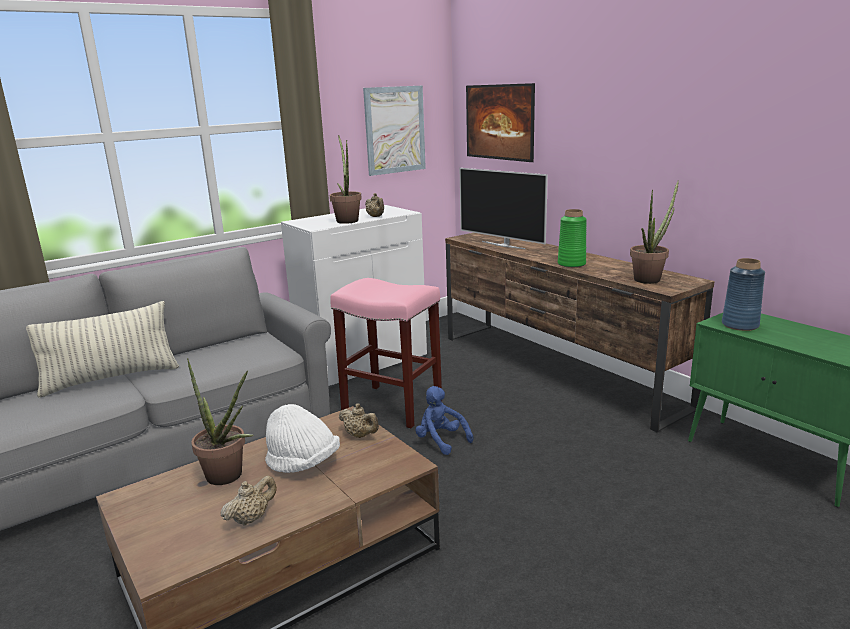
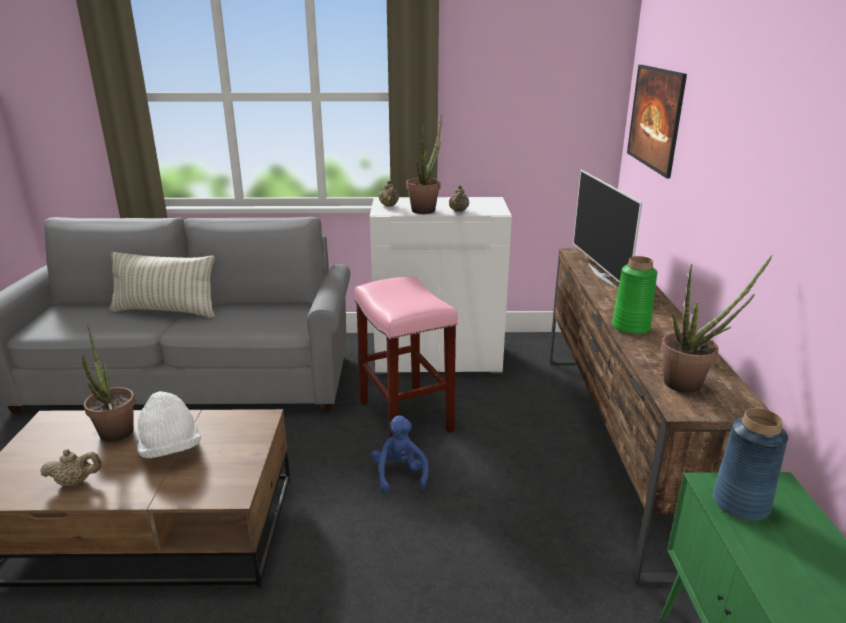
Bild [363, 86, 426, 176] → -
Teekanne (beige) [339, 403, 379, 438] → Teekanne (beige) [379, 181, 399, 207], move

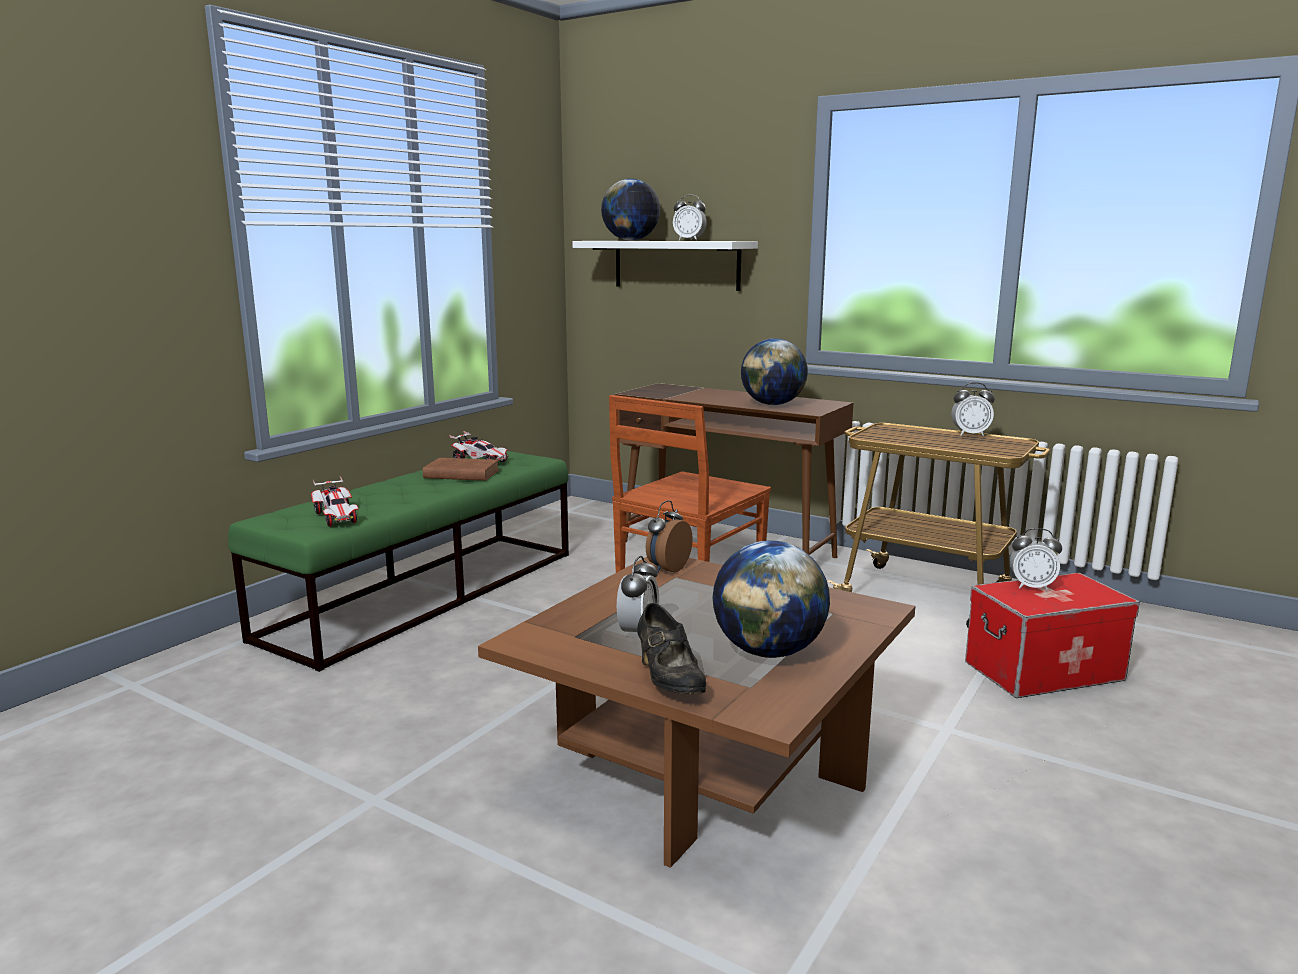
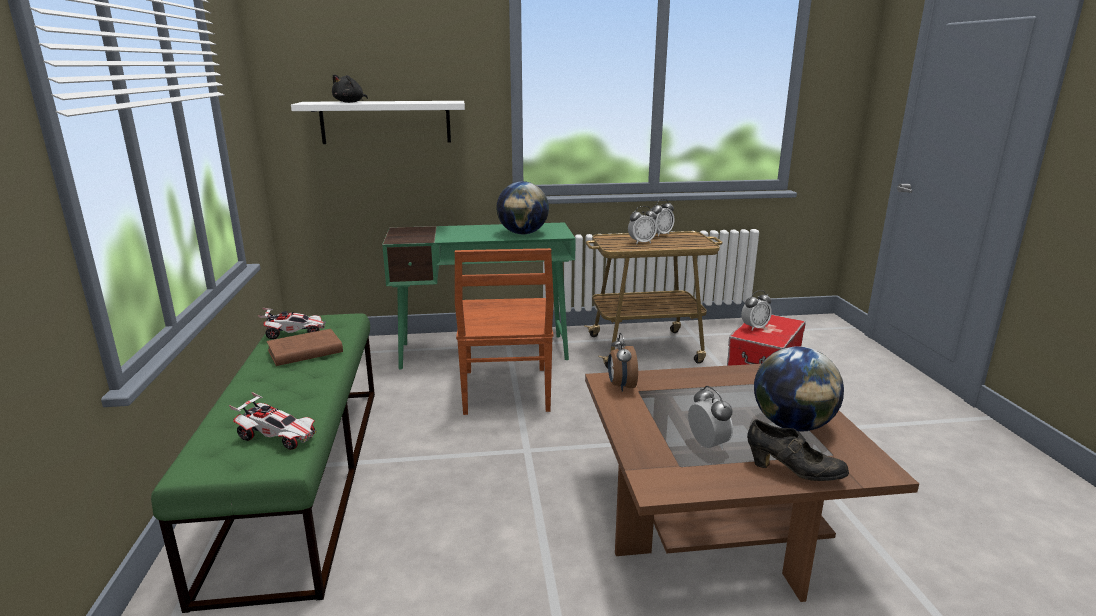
Wecker [673, 194, 707, 241] → Wecker [628, 206, 657, 244], move
Globus [601, 179, 660, 241] → Plüschtier (schwarz) [332, 74, 368, 103]
Schreibtisch (braun) [615, 383, 853, 558] → Schreibtisch (grün) [382, 222, 576, 369]

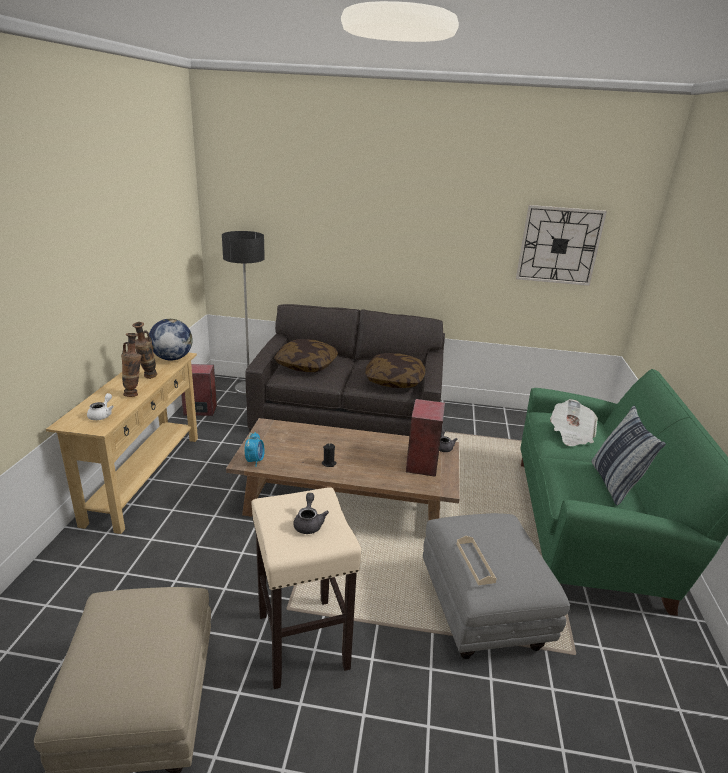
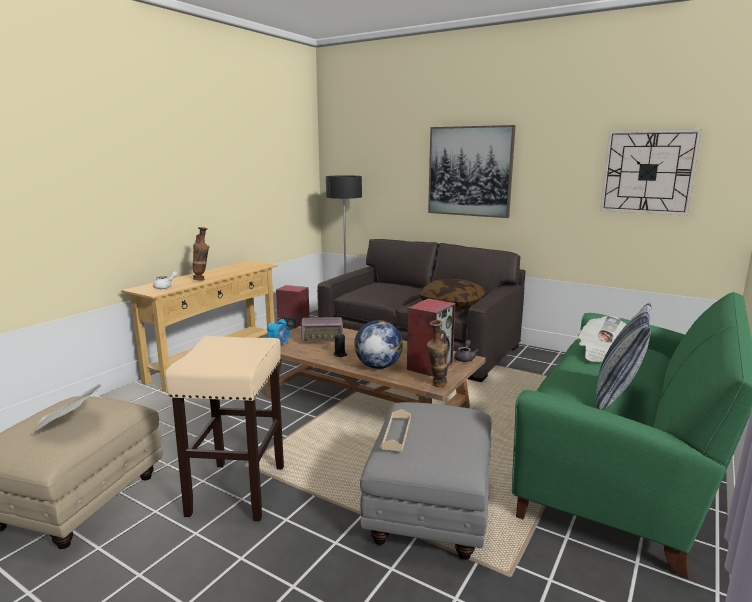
Kissen [274, 339, 338, 372] → -
Teekanne (grau) [294, 493, 329, 534] → -
- → Zeitung [32, 384, 101, 433]
- → Radio [301, 317, 343, 342]
- → Bild [428, 125, 516, 218]
Vase [132, 322, 157, 379] → Vase [427, 320, 448, 387], move
Globus [149, 319, 193, 361] → Globus [354, 320, 403, 369], move

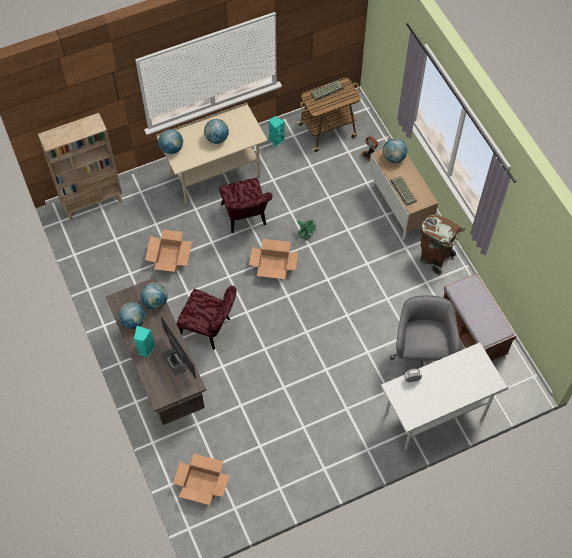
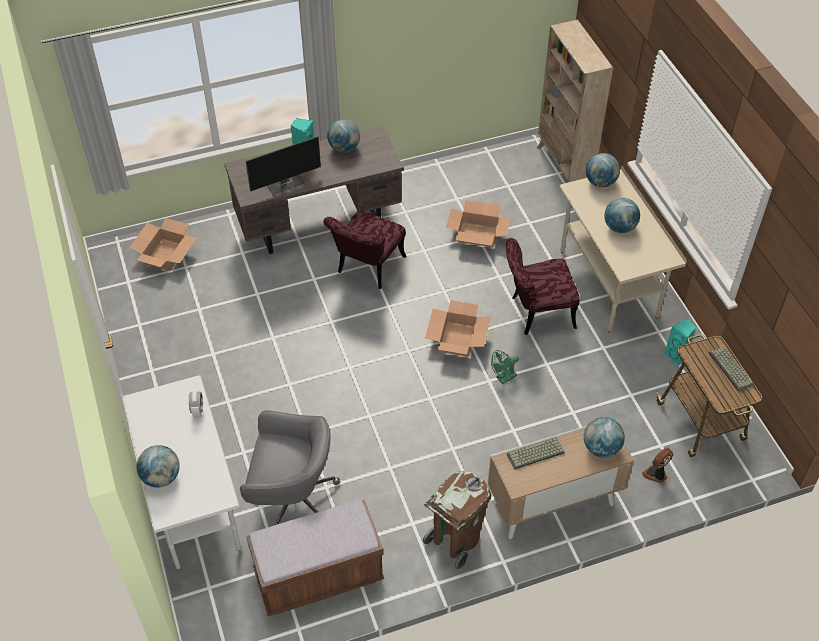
Globus [141, 282, 168, 309] → Globus [137, 445, 180, 488], move

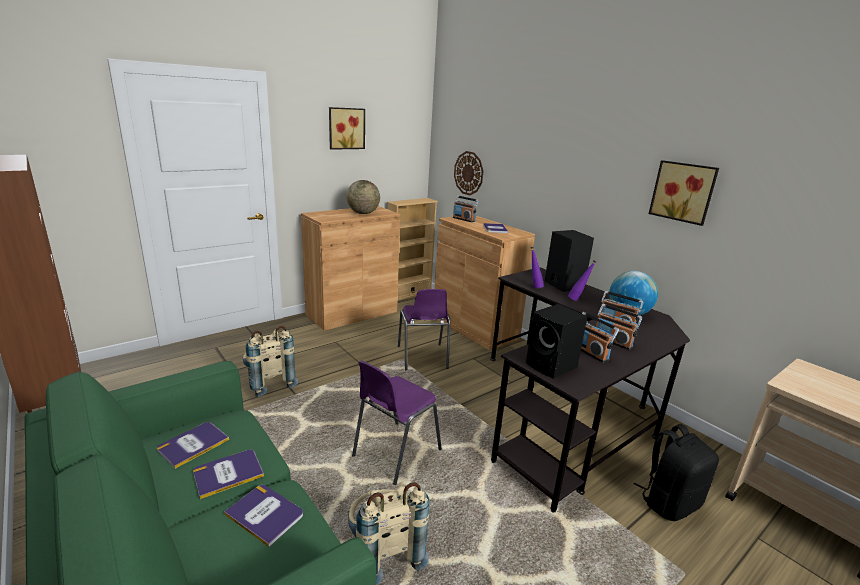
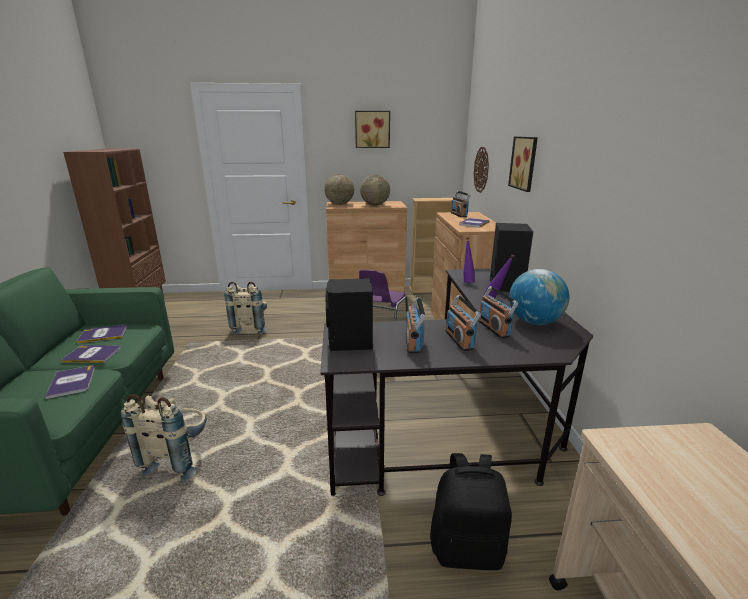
Stuhl (lila) [352, 360, 442, 485] → -
- → Globus [324, 174, 354, 205]
Bild [649, 160, 719, 226] → Bild [508, 136, 538, 192], move

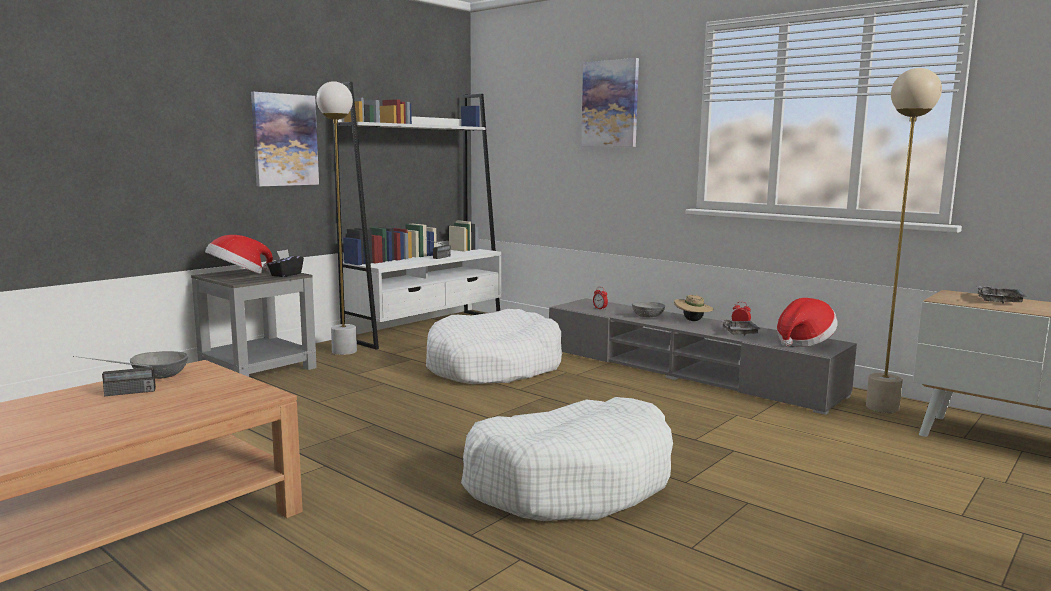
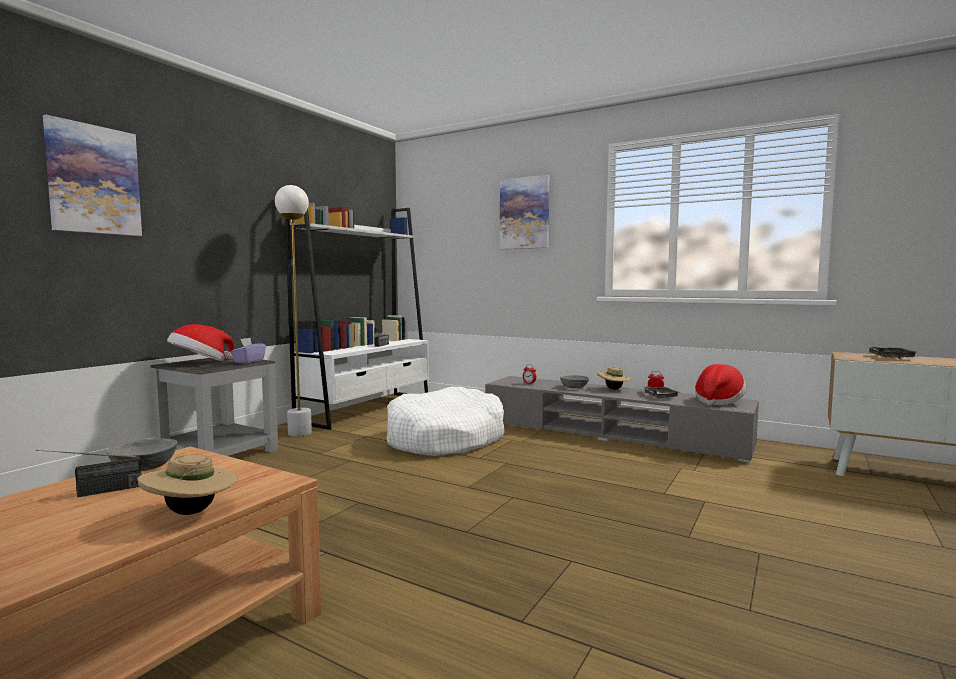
Hundebett (weiß) [461, 397, 673, 521] → -
Stehlampe (beige) [866, 68, 942, 413] → -
- → Hut (beige) [138, 454, 238, 515]
Bild [251, 92, 319, 186] → Bild [43, 115, 142, 236], move
Taschentuchbox (schwarz) [267, 249, 304, 277] → Taschentuchbox (lila) [231, 338, 266, 363]

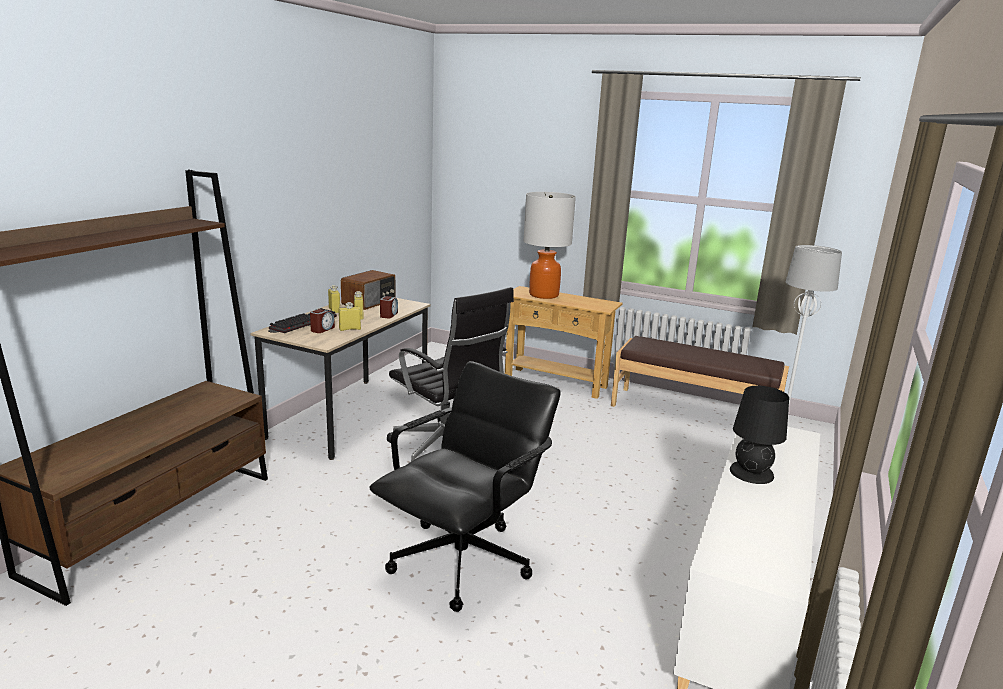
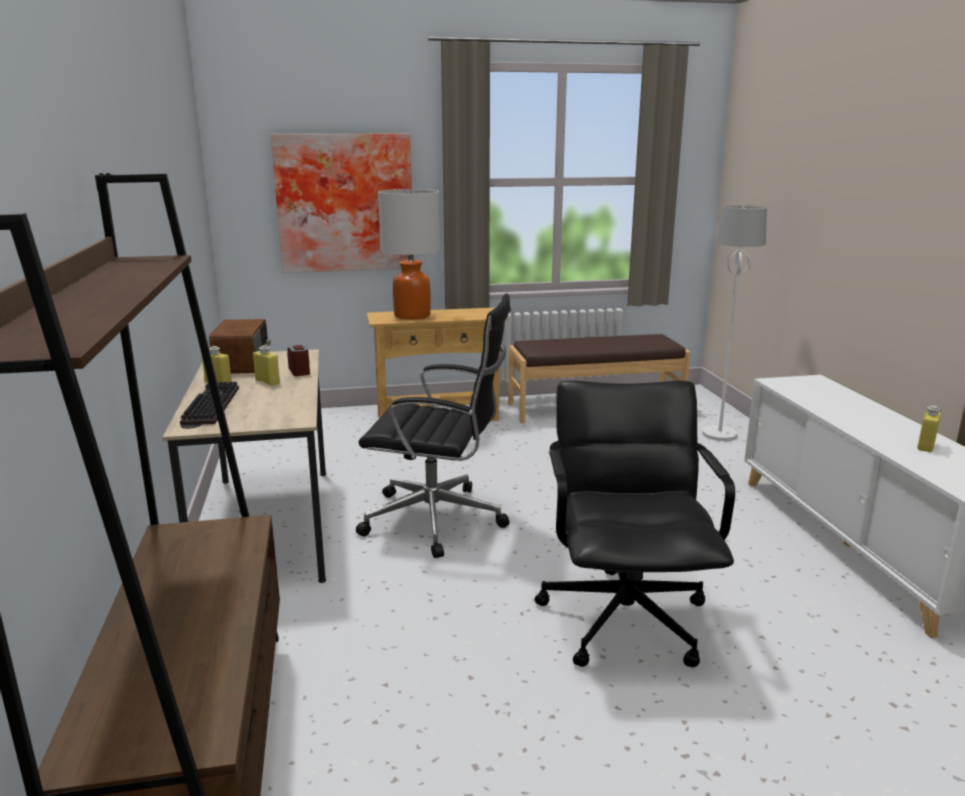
Wecker [310, 309, 335, 333] → -
Tischlampe (schwarz) [730, 386, 789, 484] → -
- → Bild [271, 134, 414, 273]
Flasche (gelb) [338, 302, 361, 331] → Flasche (gelb) [918, 406, 941, 452], move

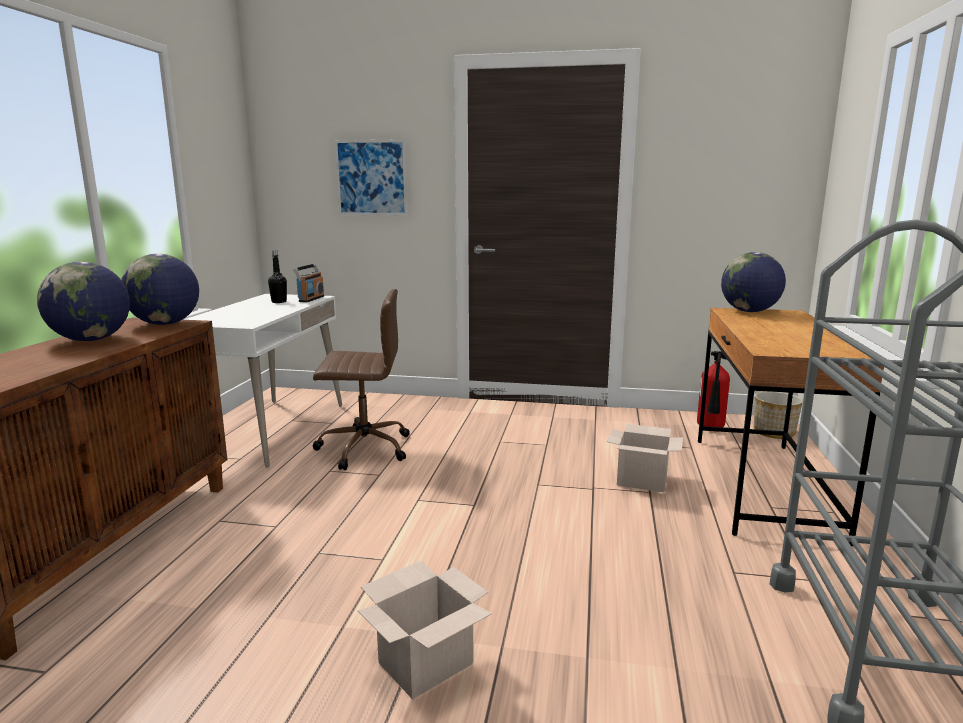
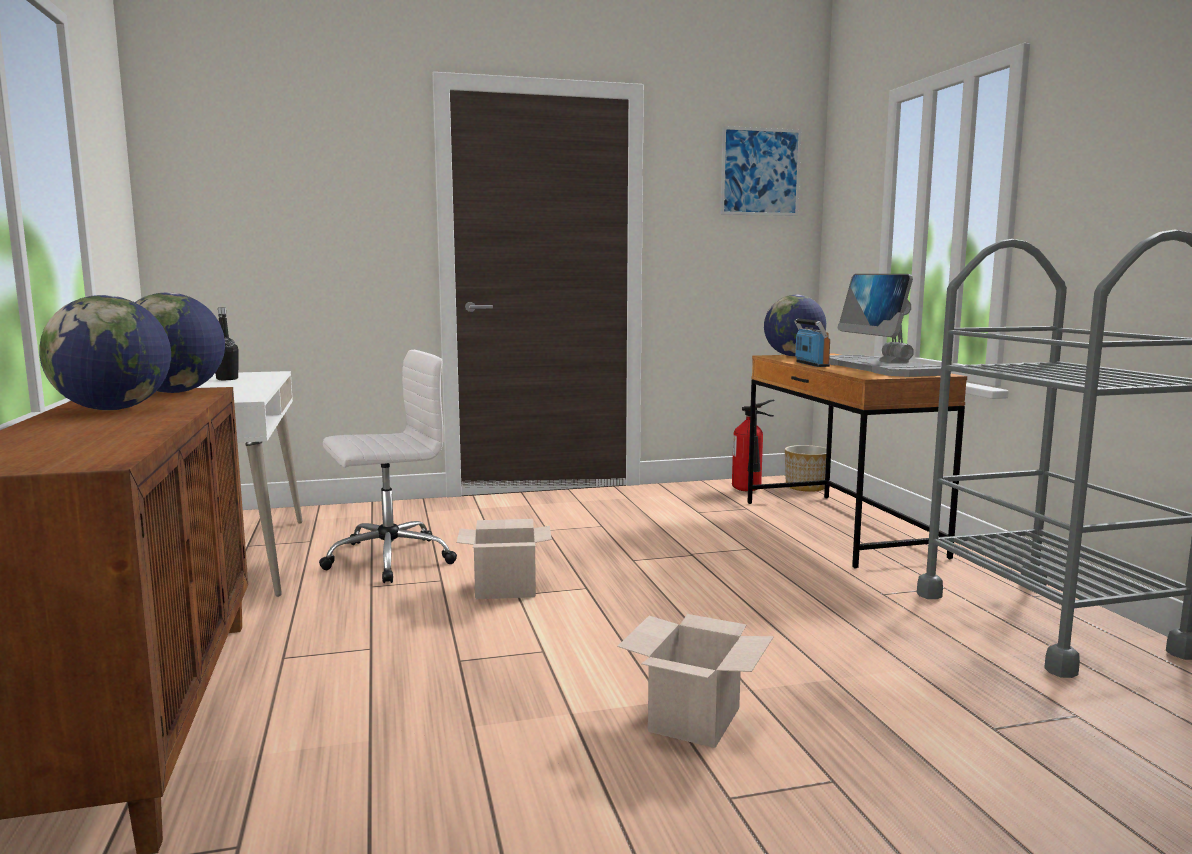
- → Monitor [829, 274, 941, 377]
Radio [293, 264, 324, 302] → Radio [794, 318, 830, 367], move
Bild [335, 139, 407, 215] → Bild [720, 126, 801, 216], move
Karton [606, 424, 683, 492] → Karton [457, 519, 552, 599], move
Bürostuhl (braun) [313, 289, 410, 470] → Bürostuhl (weiß) [319, 350, 457, 583]

